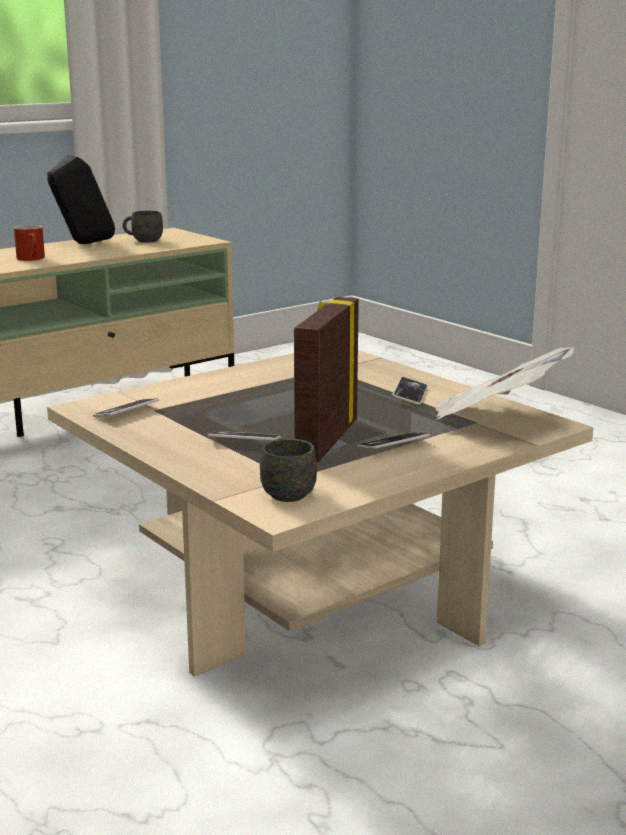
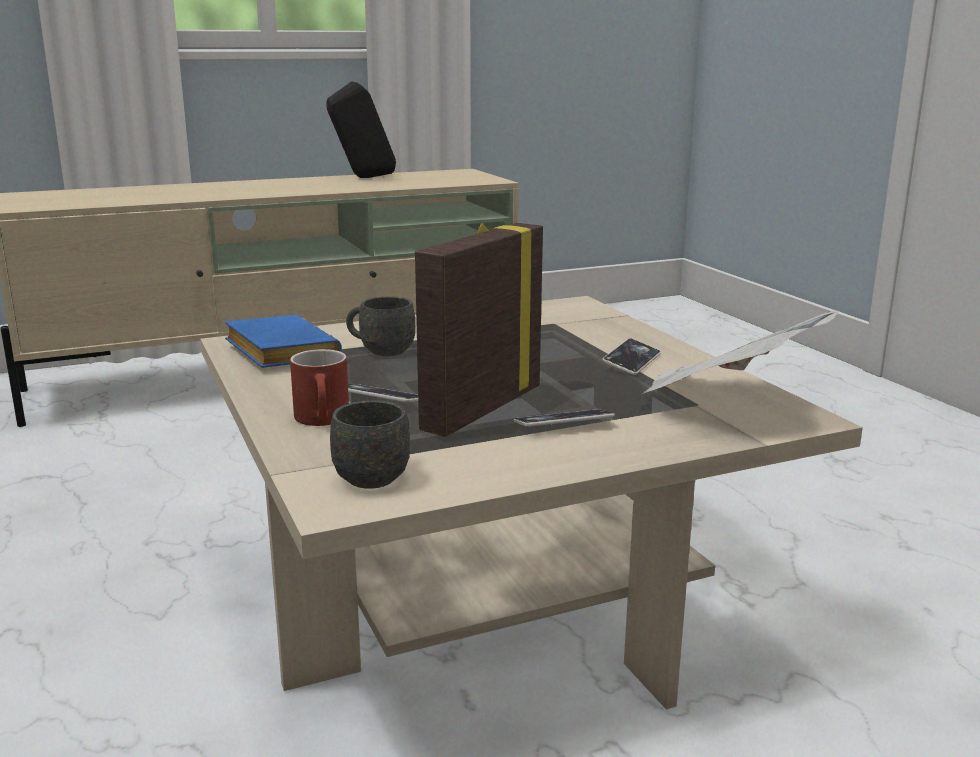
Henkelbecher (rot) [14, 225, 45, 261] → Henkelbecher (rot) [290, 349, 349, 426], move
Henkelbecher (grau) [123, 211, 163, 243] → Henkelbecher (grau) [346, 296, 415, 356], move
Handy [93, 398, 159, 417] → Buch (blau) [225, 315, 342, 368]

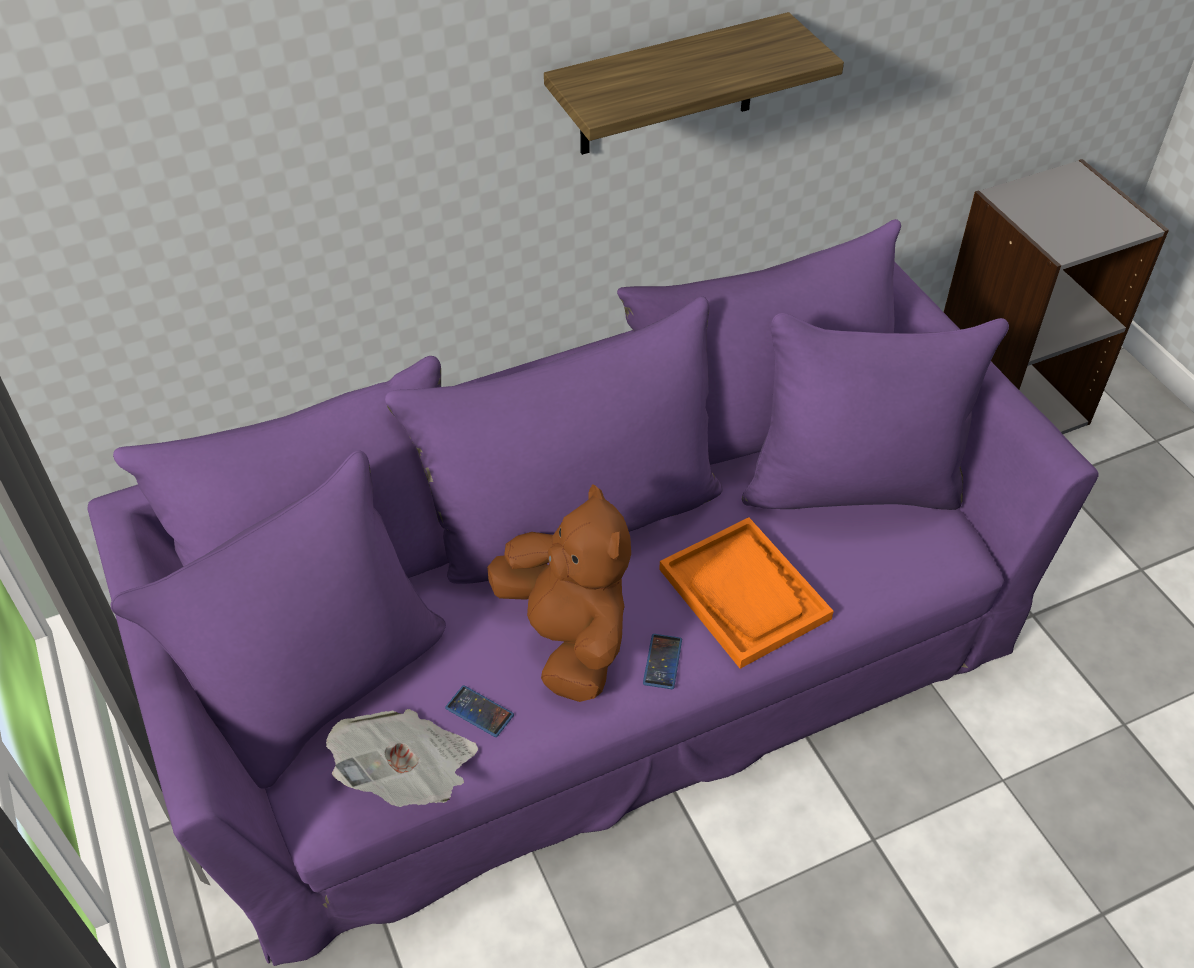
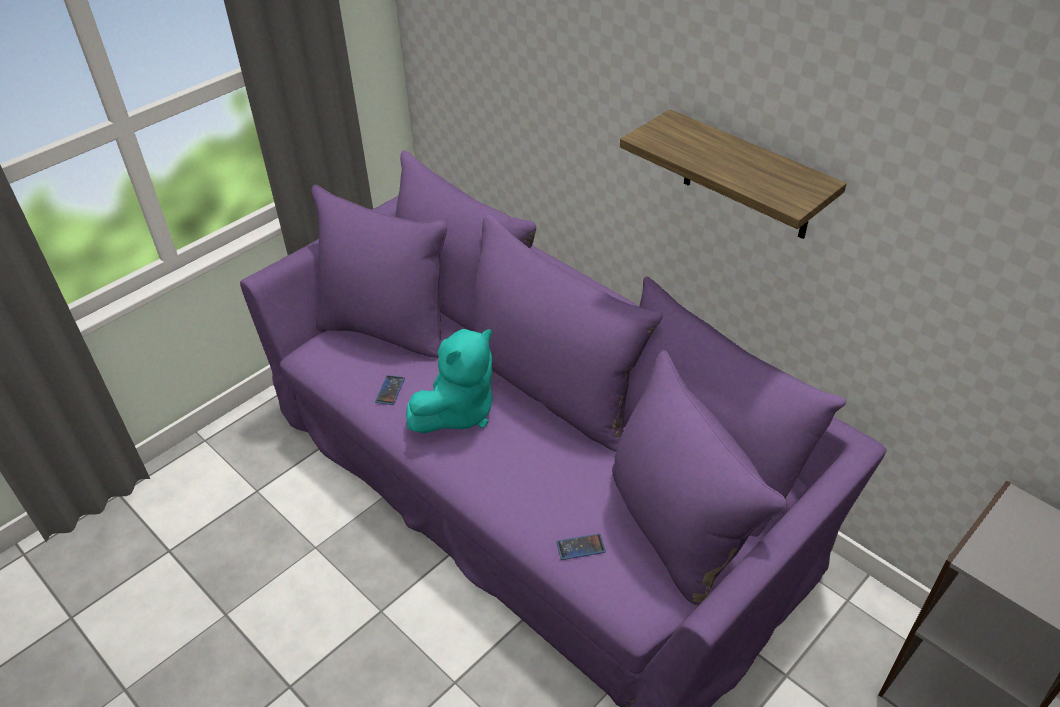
Zeitung [326, 709, 478, 807] → -
Tablett (orange) [659, 517, 834, 669] → -
Handy [643, 634, 682, 689] → Handy [556, 534, 606, 560], move
Plüschtier (braun) [487, 484, 631, 702] → Plüschtier (türkis) [406, 329, 493, 434]

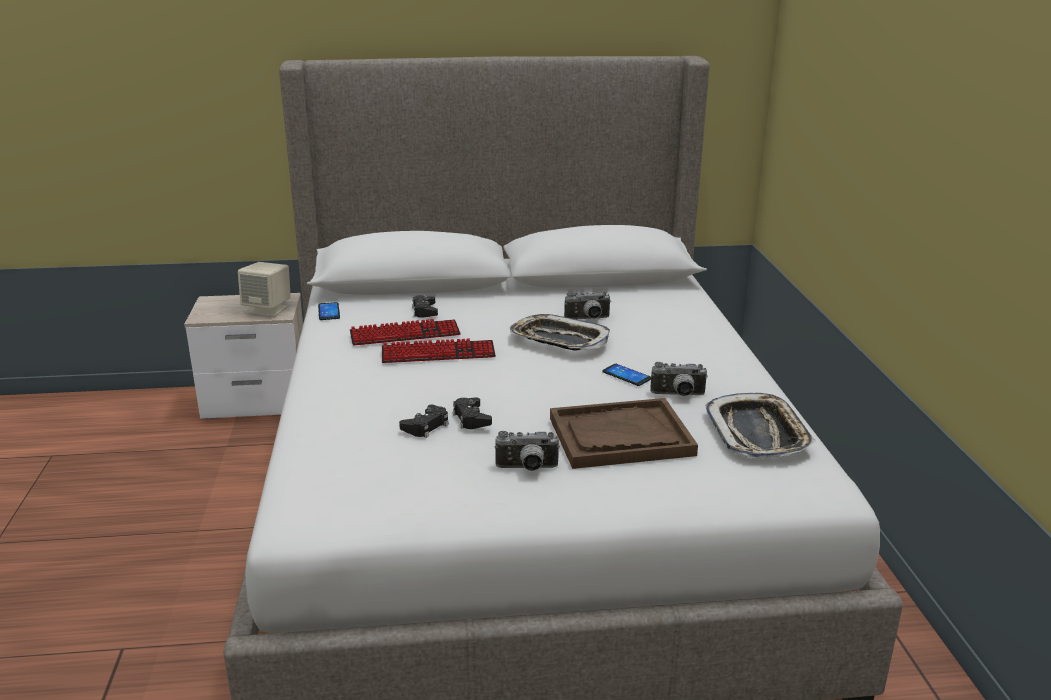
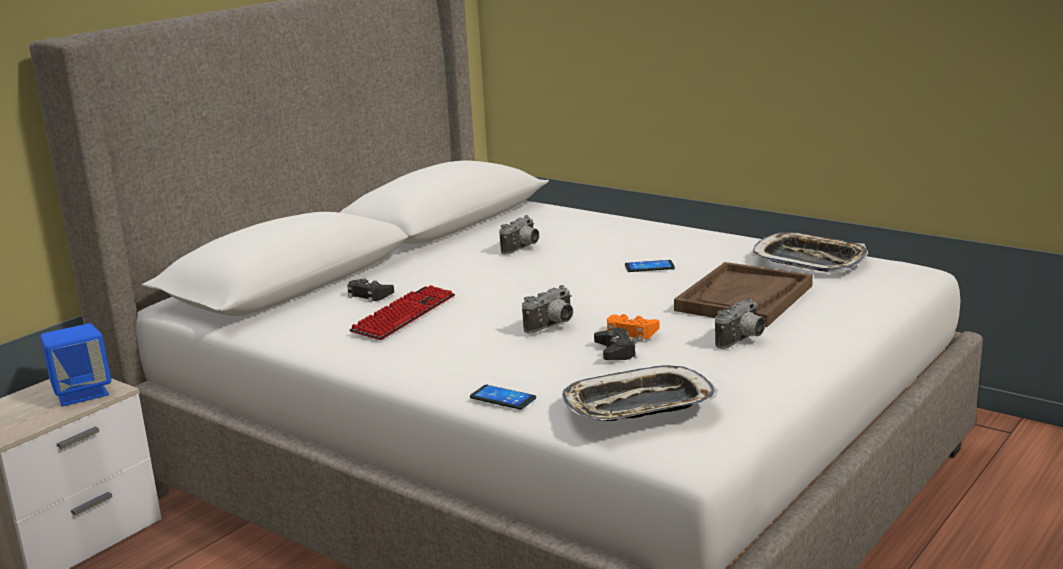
Tastatur [382, 338, 496, 363] → -
Handy [318, 302, 340, 320] → Handy [470, 385, 536, 410], move
Tablett [510, 314, 610, 351] → Tablett [562, 365, 718, 421], move
Kamera [650, 362, 708, 396] → Kamera [522, 285, 573, 333], move
Lautsprecher (beige) [238, 262, 291, 317] → Lautsprecher (blau) [40, 323, 111, 406]
Gamepad (schwarz) [453, 397, 492, 429] → Gamepad (orange) [607, 314, 660, 341]

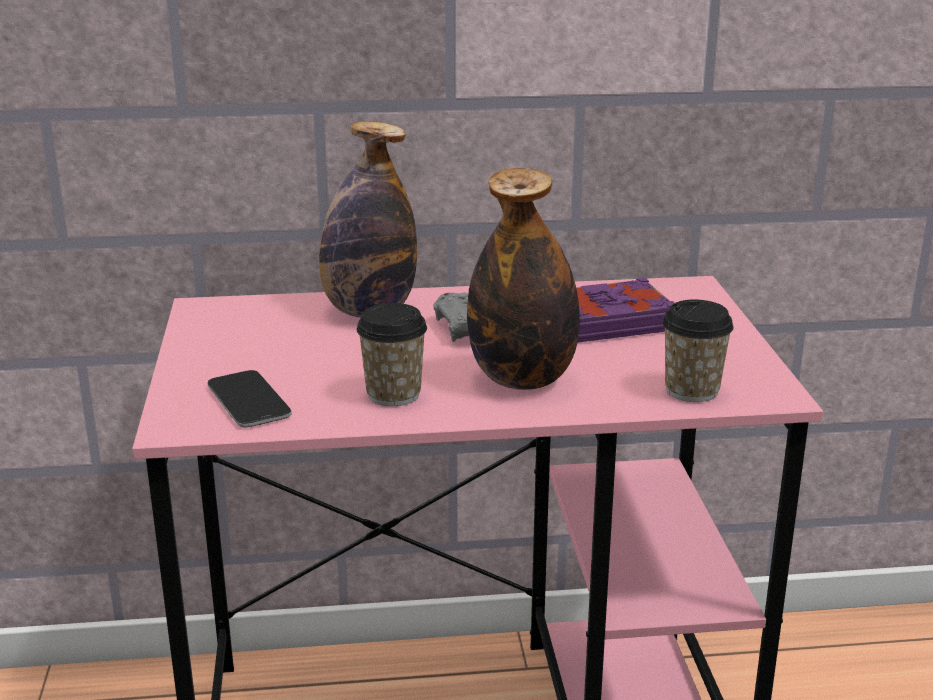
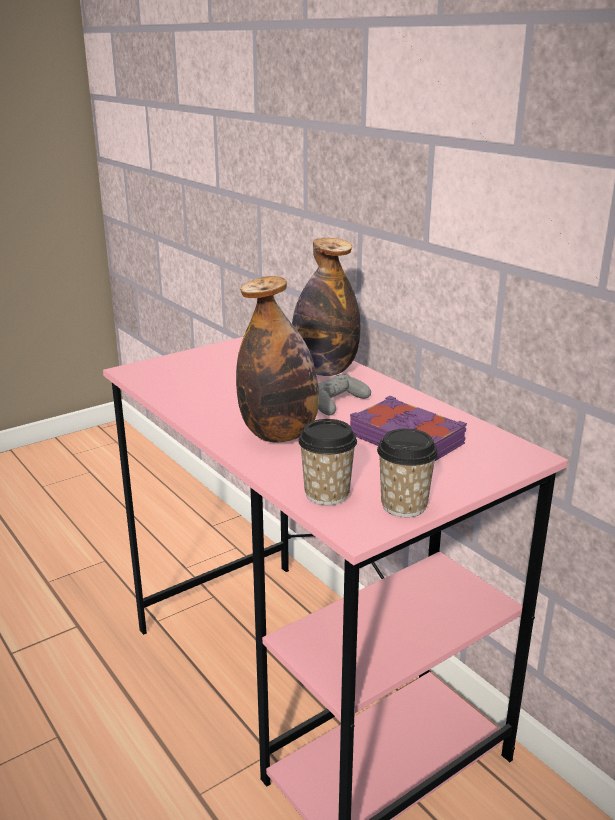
Handy [208, 370, 292, 428] → -
Tasse [356, 303, 427, 406] → Tasse [377, 428, 438, 517], move

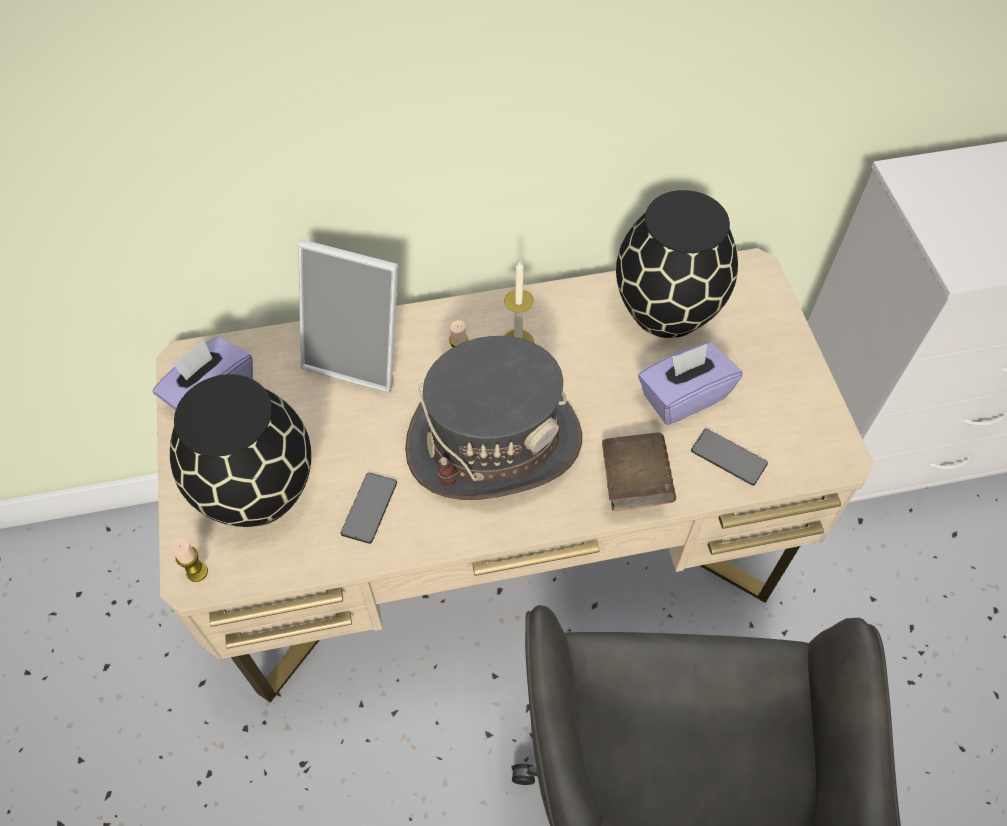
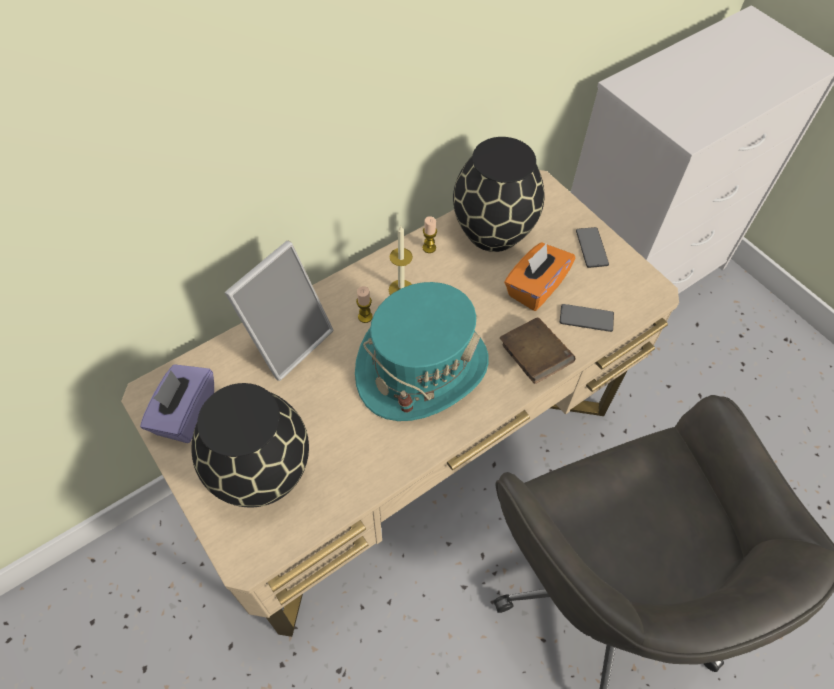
Kerze [171, 538, 208, 582] → Kerze [422, 216, 437, 253], move
Handy [341, 473, 397, 544] → Handy [576, 227, 609, 268], move
Hut (grau) [405, 336, 582, 500] → Hut (türkis) [355, 282, 489, 421]
Taschentuchbox (lila) [638, 342, 742, 425] → Taschentuchbox (orange) [504, 243, 575, 311]
Bilderrahmen [298, 240, 398, 393] → Bilderrahmen [225, 241, 334, 381], 45 degrees counterclockwise

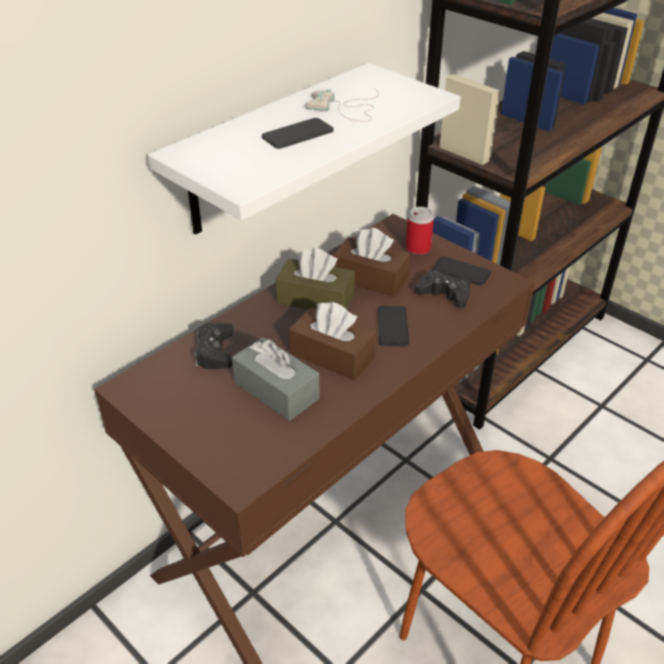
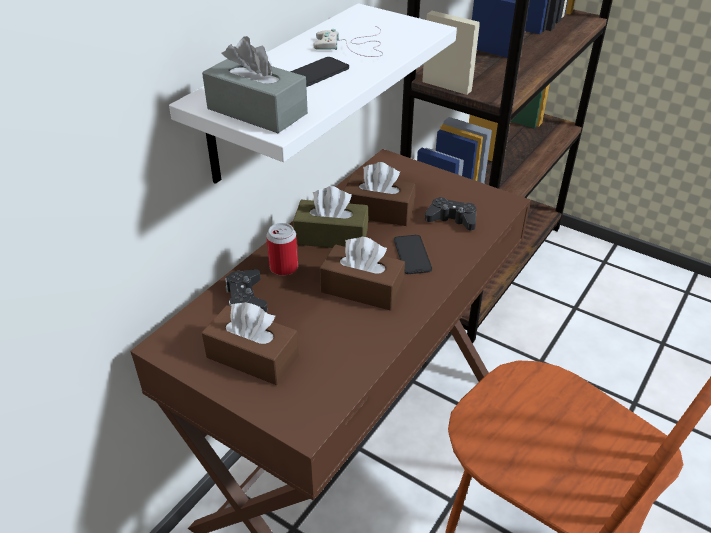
Handy [432, 256, 491, 285] → -
- → Taschentuchbox (braun) [202, 302, 299, 385]
Taschentuchbox (grau) [232, 337, 320, 421] → Taschentuchbox (grau) [202, 36, 308, 133], move
Dose [405, 207, 434, 255] → Dose [266, 223, 298, 276], move

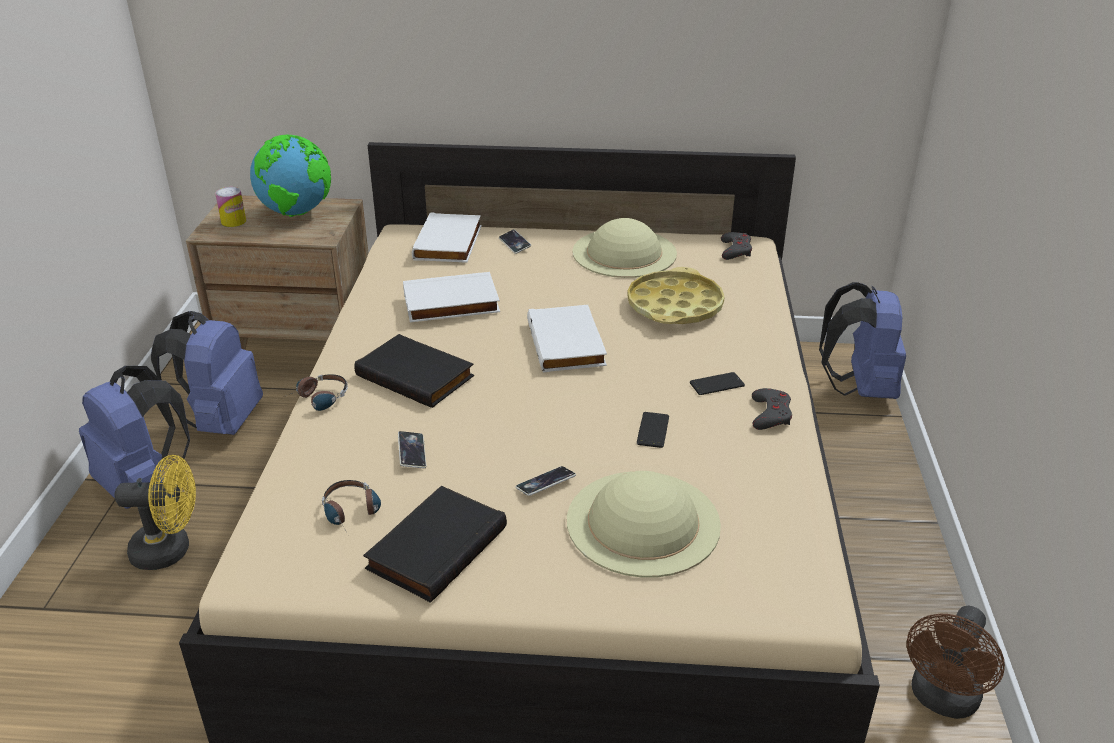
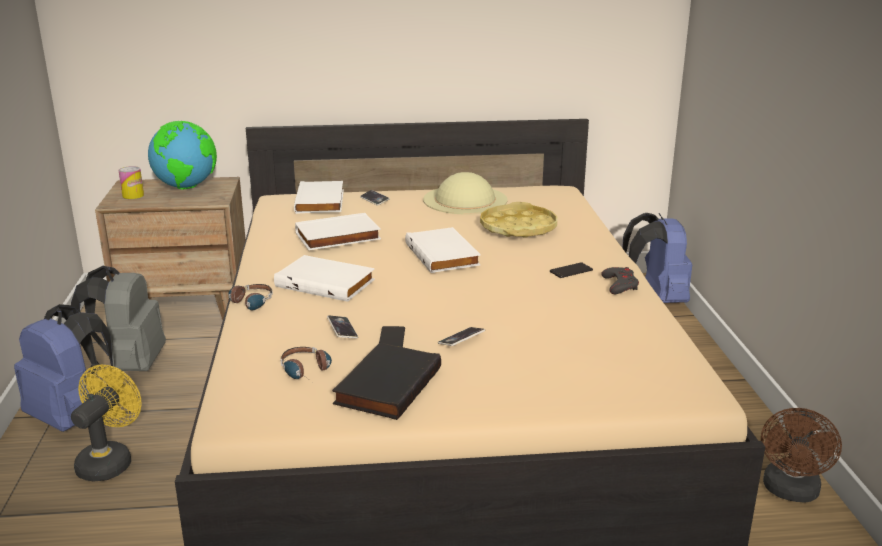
Hut (beige) [567, 471, 721, 578] → -
Gamepad (grau) [721, 232, 752, 260] → -
Handy [637, 412, 669, 448] → Handy [379, 326, 405, 347], move
Rucksack (blau) [151, 311, 263, 435] → Rucksack (grau) [71, 266, 166, 371]
Buch (schwarz) [354, 334, 474, 408] → Buch (weiß) [274, 255, 375, 302]
Ventilator (gelb) [115, 455, 196, 570] → Ventilator (gelb) [71, 365, 141, 482], 60 degrees counterclockwise

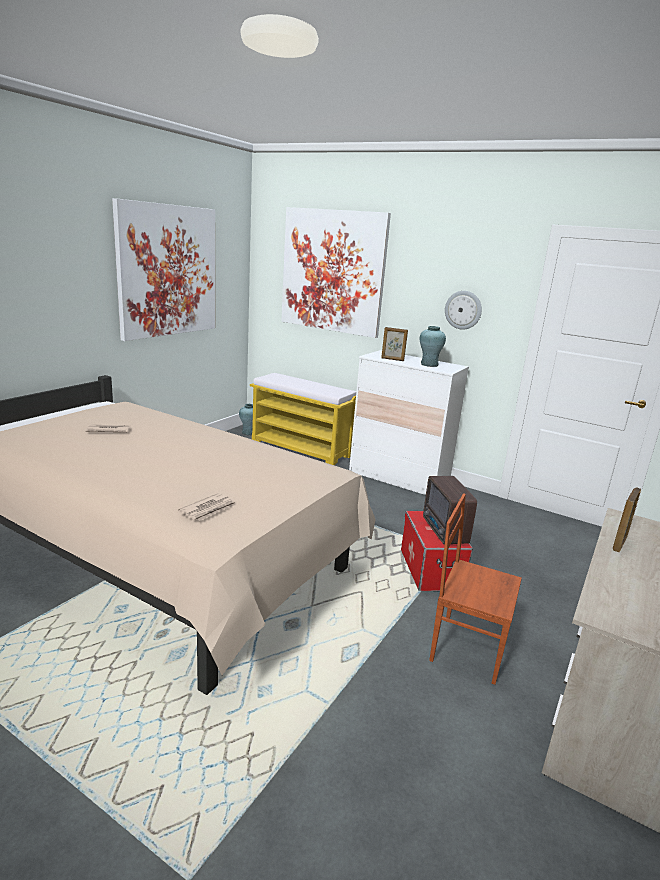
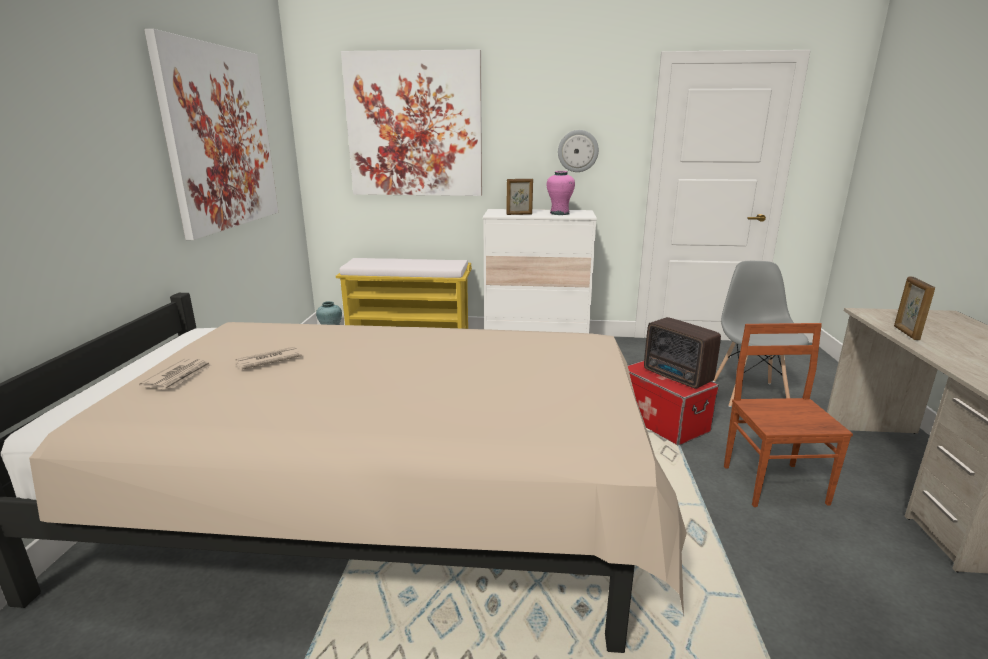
- → Stuhl (grau) [713, 261, 809, 407]
Zeitung [178, 493, 237, 521] → Zeitung [139, 358, 212, 389], move
Vase (türkis) [420, 326, 446, 367] → Vase (rosa) [547, 171, 575, 215]
Stuhl (braun) [429, 493, 522, 685] → Stuhl (braun) [724, 323, 853, 507], 90 degrees clockwise

